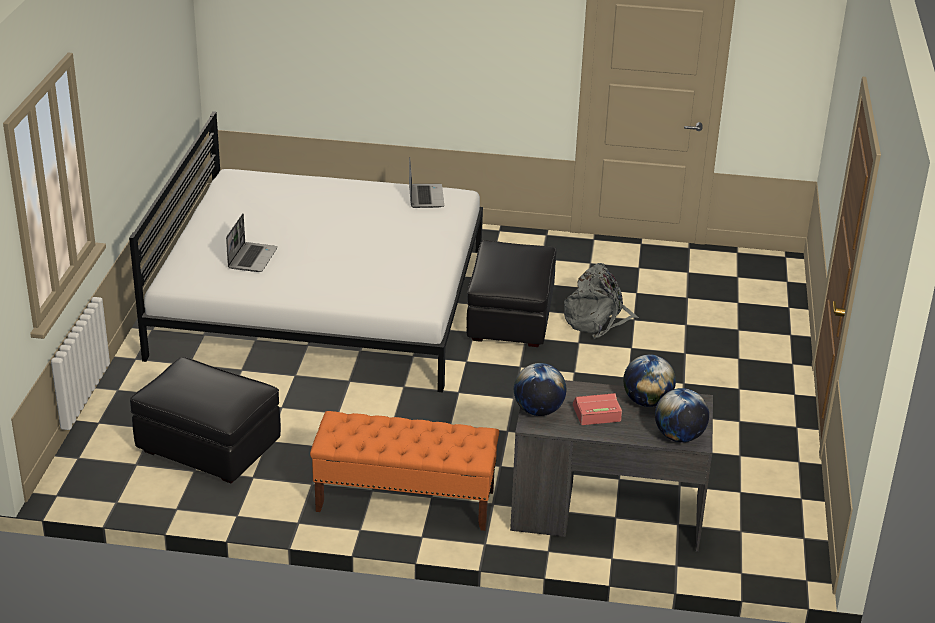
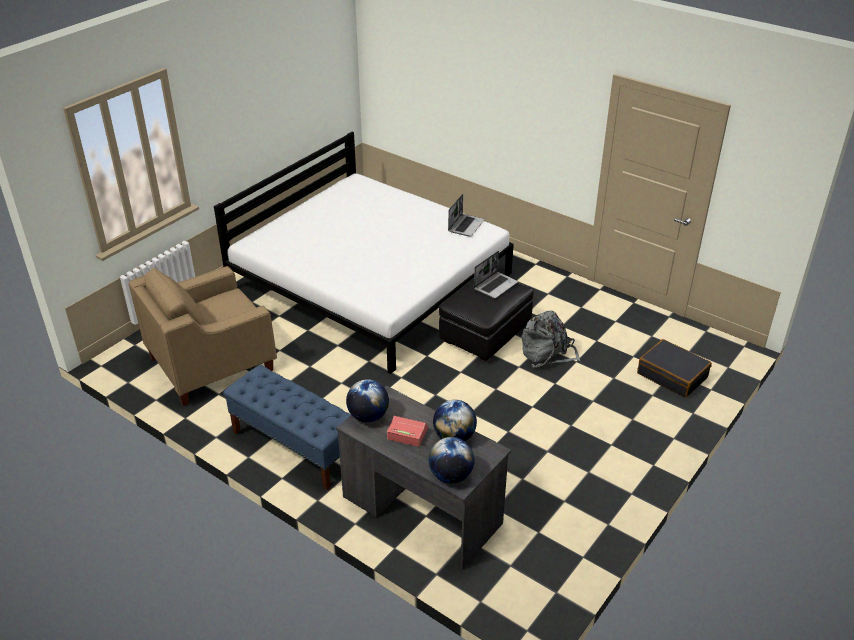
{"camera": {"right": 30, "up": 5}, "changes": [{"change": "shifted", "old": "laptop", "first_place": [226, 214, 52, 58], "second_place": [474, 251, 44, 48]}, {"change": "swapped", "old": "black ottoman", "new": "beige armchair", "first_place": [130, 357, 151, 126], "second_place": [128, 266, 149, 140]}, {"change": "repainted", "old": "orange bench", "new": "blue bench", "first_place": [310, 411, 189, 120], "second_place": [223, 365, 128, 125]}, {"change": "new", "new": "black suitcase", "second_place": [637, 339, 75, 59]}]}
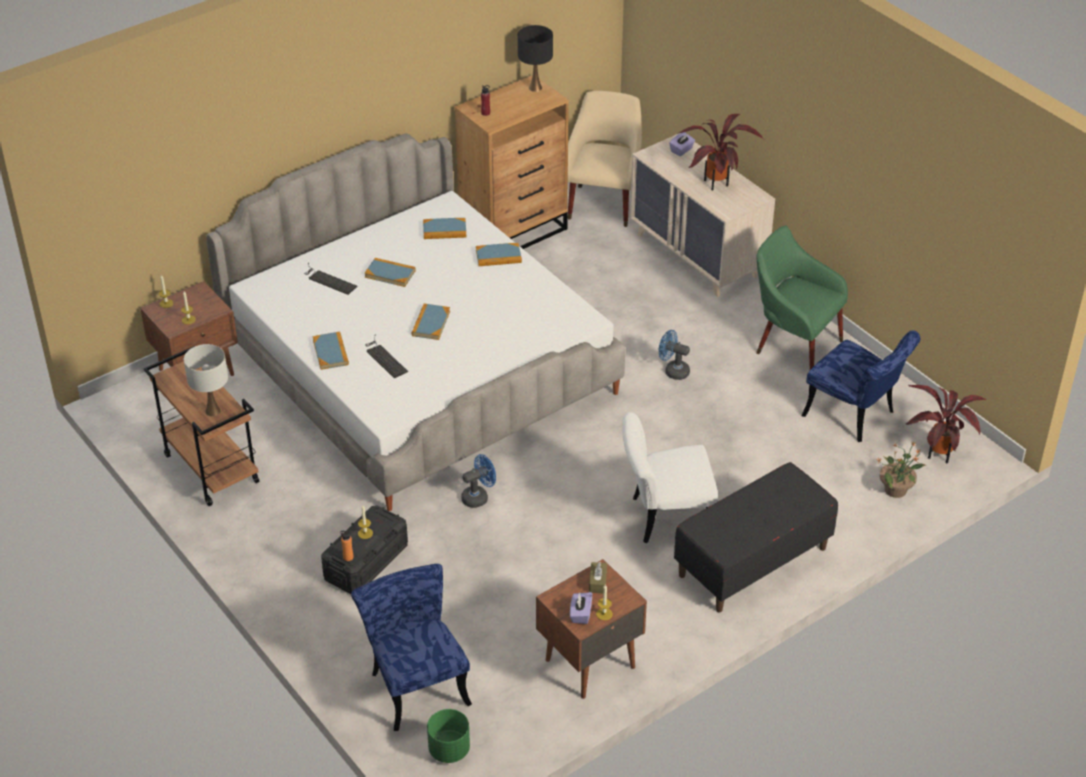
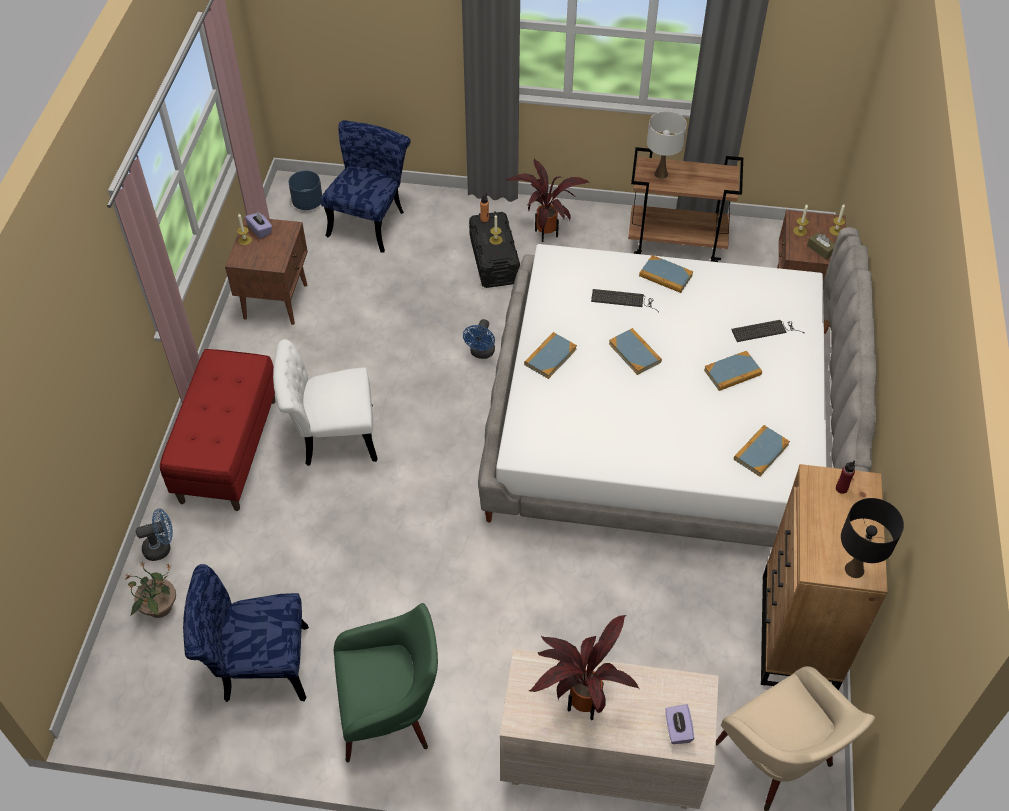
{"camera": {"right": 135, "up": 10}, "changes": [{"change": "shifted", "old": "book", "first_place": [476, 243, 46, 23], "second_place": [524, 332, 53, 47]}, {"change": "shifted", "old": "blue fan", "first_place": [659, 330, 31, 50], "second_place": [136, 508, 37, 53]}, {"change": "shifted", "old": "potted plant", "first_place": [905, 385, 81, 78], "second_place": [507, 158, 83, 84]}, {"change": "rotated", "old": "white chair", "first_place": [622, 412, 96, 131], "second_place": [273, 339, 105, 127], "degrees": -135}, {"change": "repainted", "old": "black bench", "new": "red bench", "first_place": [674, 462, 164, 150], "second_place": [160, 349, 115, 162]}, {"change": "shifted", "old": "brown tissue box", "first_place": [589, 562, 18, 31], "second_place": [807, 232, 28, 28]}, {"change": "rotated", "old": "blue chair", "first_place": [351, 564, 121, 167], "second_place": [321, 120, 90, 133], "degrees": -90}, {"change": "repainted", "old": "green planter", "new": "blue planter", "first_place": [427, 709, 43, 54], "second_place": [288, 171, 34, 39]}]}
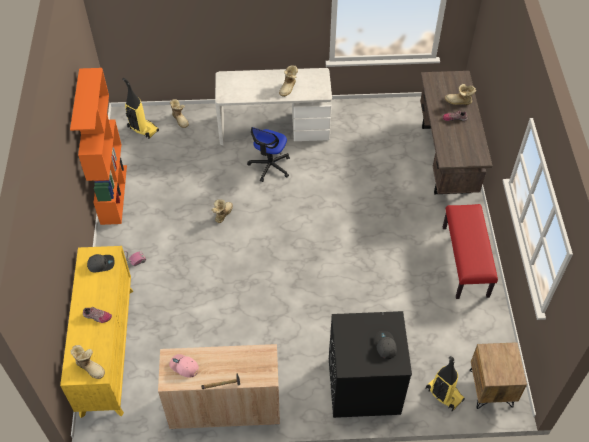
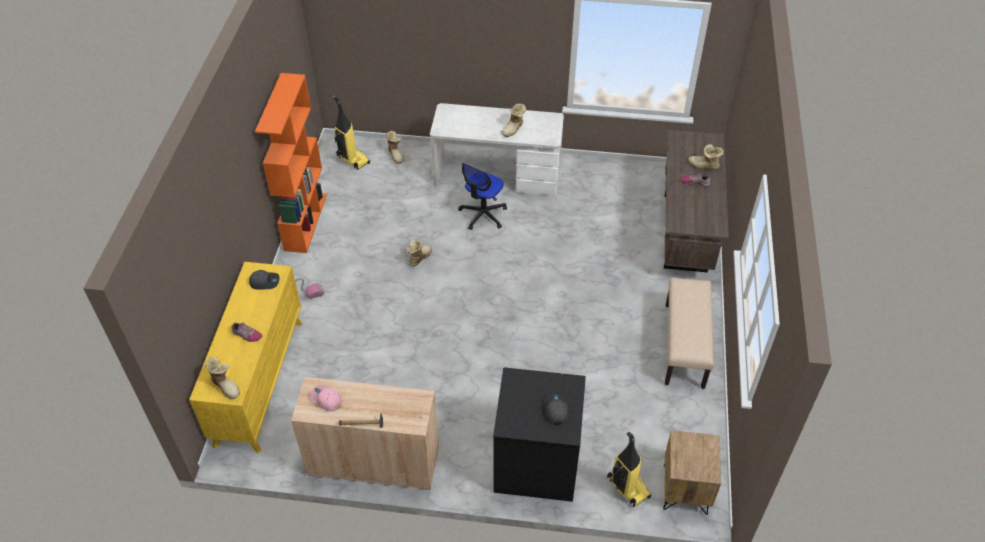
{"camera": {"right": 10, "up": -5}, "changes": [{"change": "repainted", "old": "red bench", "new": "beige bench", "first_place": [443, 204, 55, 95], "second_place": [665, 277, 49, 112]}]}
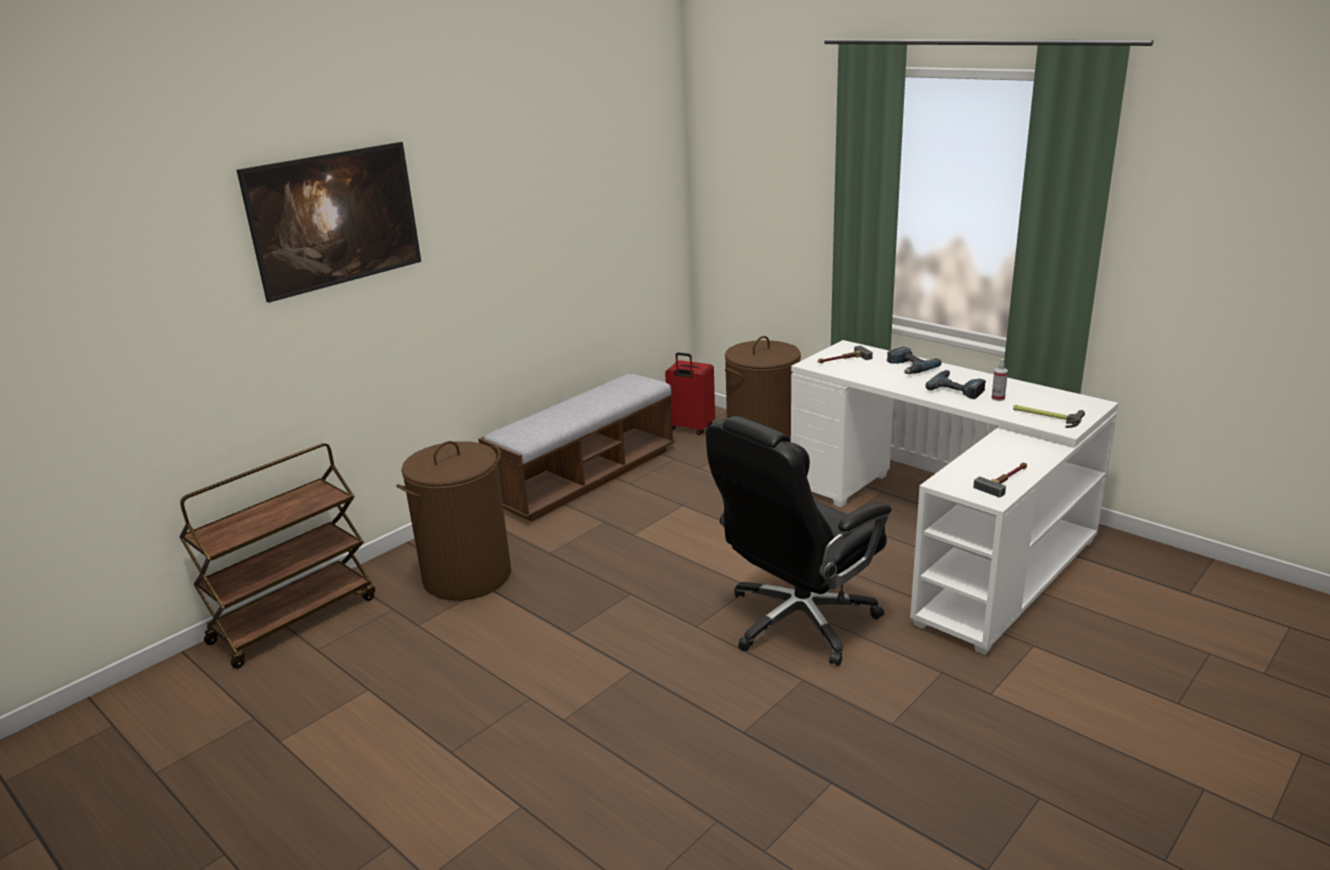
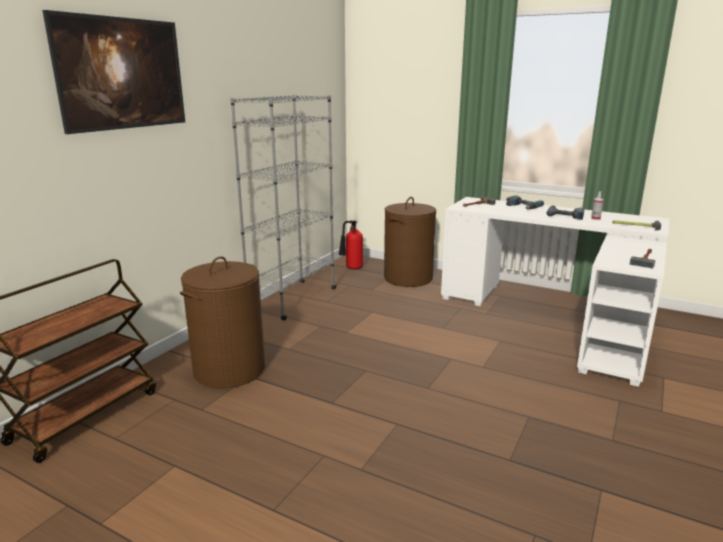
{"camera": {"right": -15, "up": -5}, "changes": [{"change": "swapped", "old": "red suitcase", "new": "fire extinguisher", "first_place": [665, 352, 50, 83], "second_place": [339, 220, 24, 49]}, {"change": "swapped", "old": "bench", "new": "grey bookcase", "first_place": [478, 373, 197, 149], "second_place": [230, 95, 106, 226]}, {"change": "gone", "old": "black office chair", "first_place": [706, 416, 186, 250]}]}
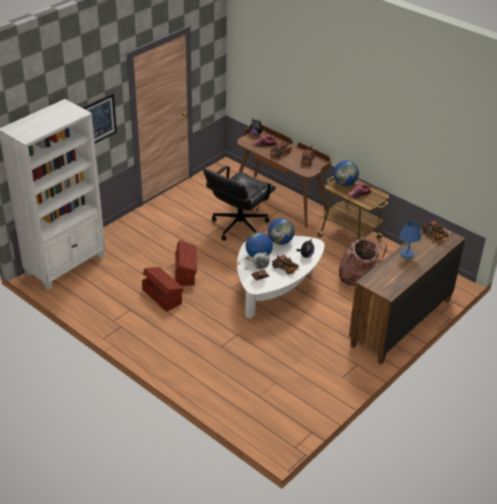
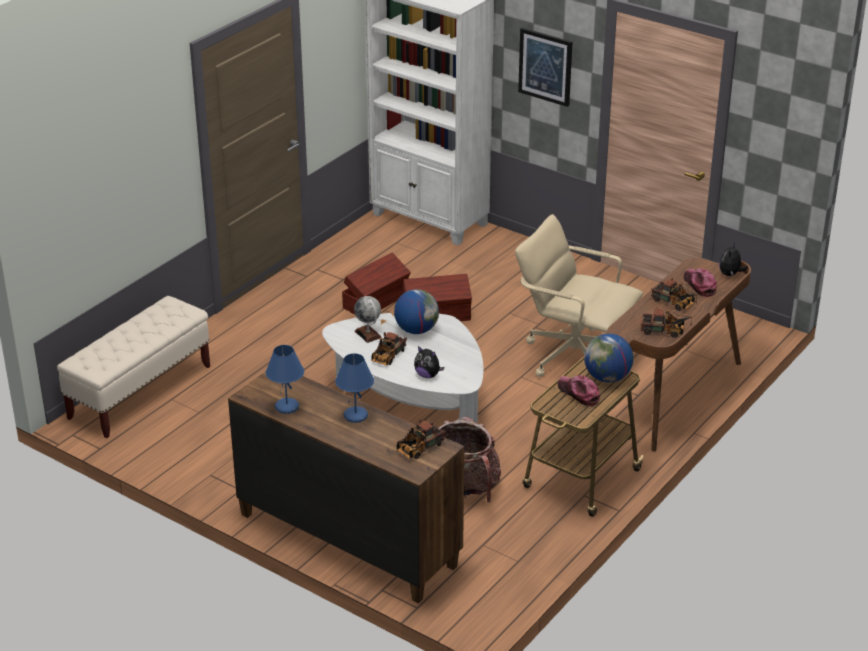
{"camera": {"right": 85, "up": -5}, "changes": [{"change": "repainted", "old": "black office chair", "new": "beige office chair", "first_place": [203, 166, 73, 75], "second_place": [515, 214, 128, 163]}, {"change": "gone", "old": "globe", "first_place": [268, 218, 27, 27]}, {"change": "new", "new": "beige bench", "second_place": [57, 296, 153, 142]}, {"change": "new", "new": "blue table lamp", "second_place": [266, 345, 38, 69]}]}
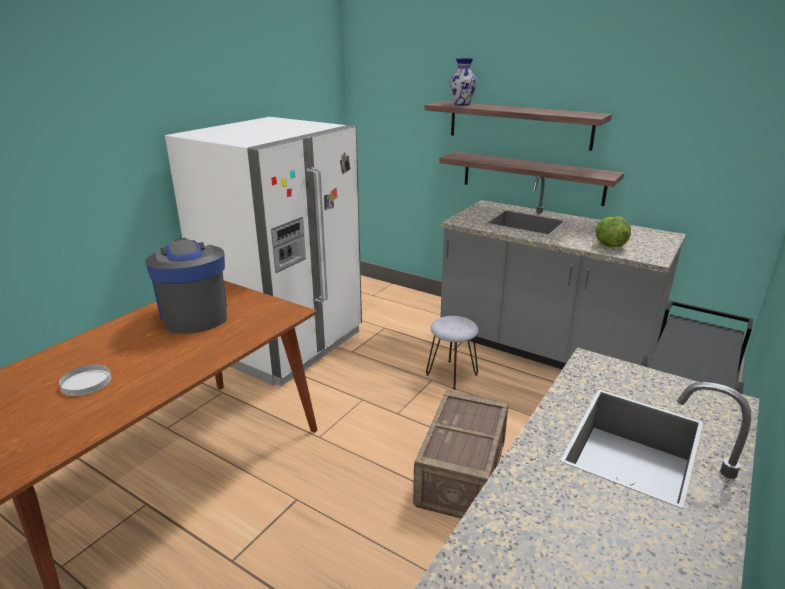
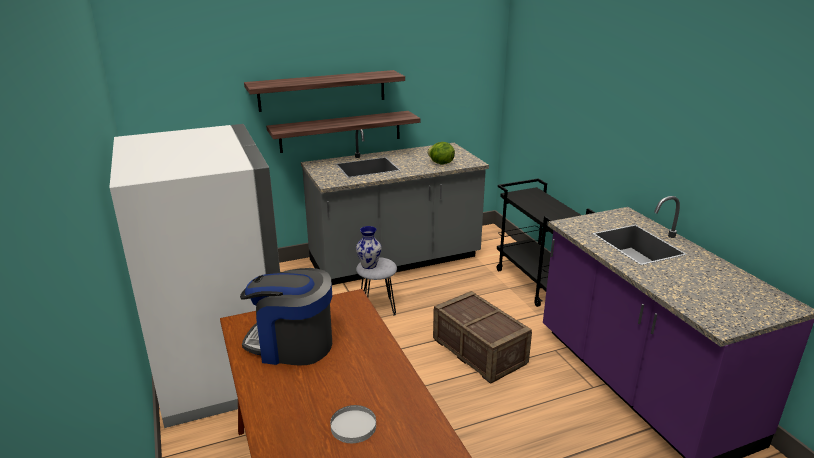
{"camera": {"right": -55, "up": 0}, "changes": [{"change": "shifted", "old": "vase", "first_place": [450, 58, 27, 47], "second_place": [356, 226, 26, 43]}]}
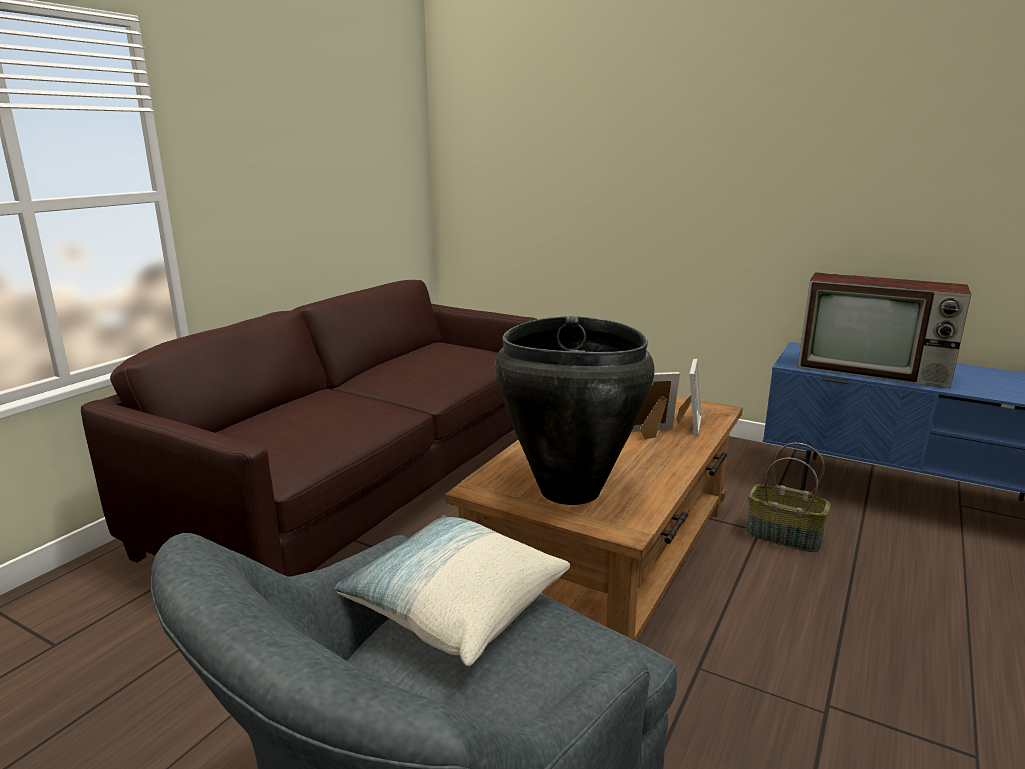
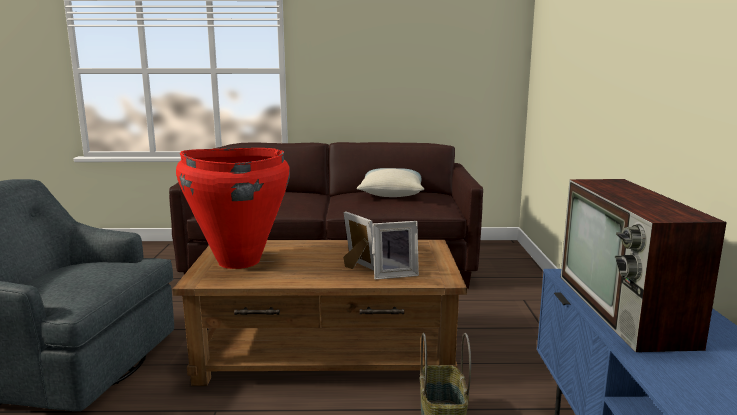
{"camera": {"right": 60, "up": -5}, "changes": [{"change": "repainted", "old": "black vase", "new": "red vase", "first_place": [495, 316, 160, 189], "second_place": [176, 148, 114, 121]}, {"change": "shifted", "old": "pillow", "first_place": [335, 515, 235, 151], "second_place": [357, 168, 67, 29]}]}
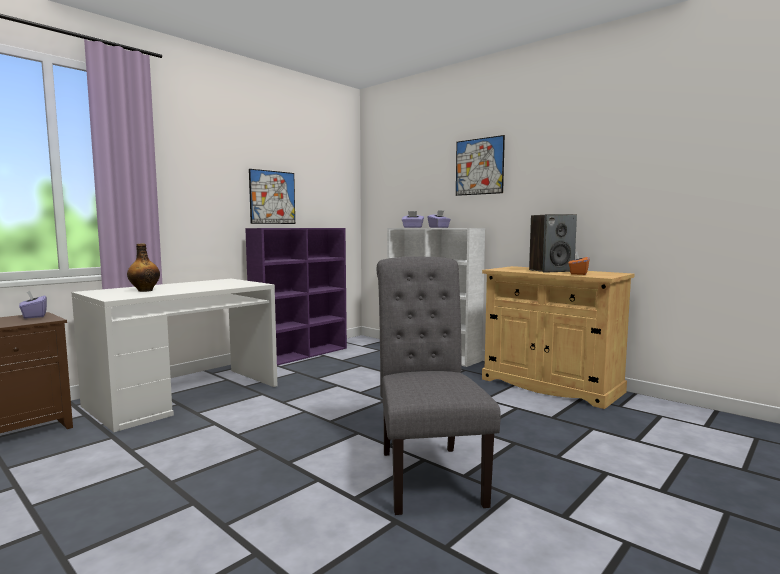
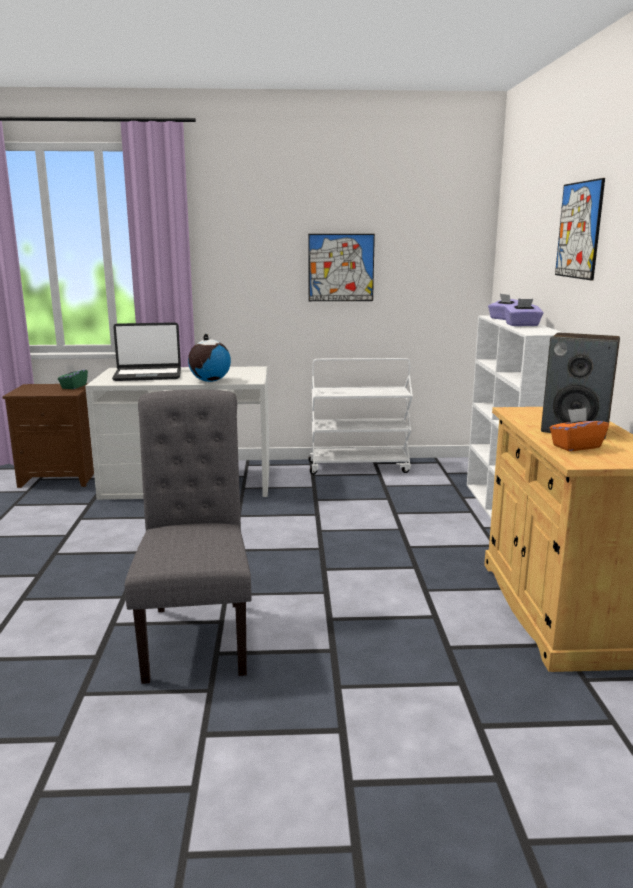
{"camera": {"right": 45, "up": 10}, "changes": [{"change": "swapped", "old": "purple bookcase", "new": "white cart", "first_place": [245, 228, 102, 137], "second_place": [308, 358, 105, 116]}, {"change": "swapped", "old": "bottle", "new": "laptop", "first_place": [127, 243, 33, 49], "second_place": [112, 322, 69, 59]}, {"change": "rotated", "old": "grey chair", "first_place": [377, 257, 123, 258], "second_place": [125, 389, 127, 295], "degrees": -45}, {"change": "repainted", "old": "purple tissue box", "new": "green tissue box", "first_place": [19, 290, 28, 29], "second_place": [58, 364, 30, 25]}, {"change": "new", "new": "globe", "second_place": [188, 334, 43, 48]}]}
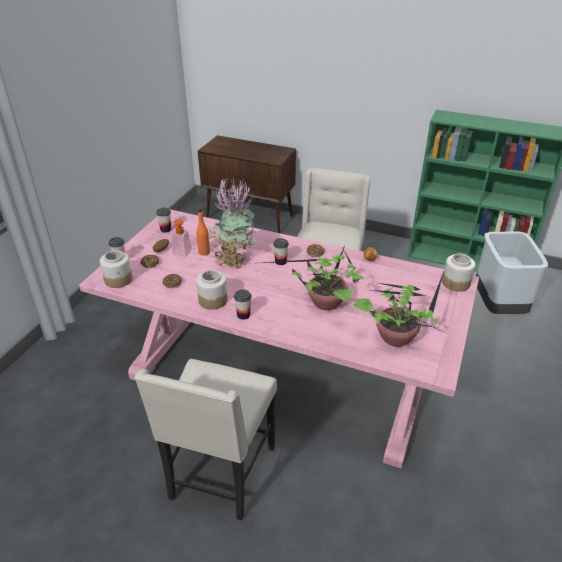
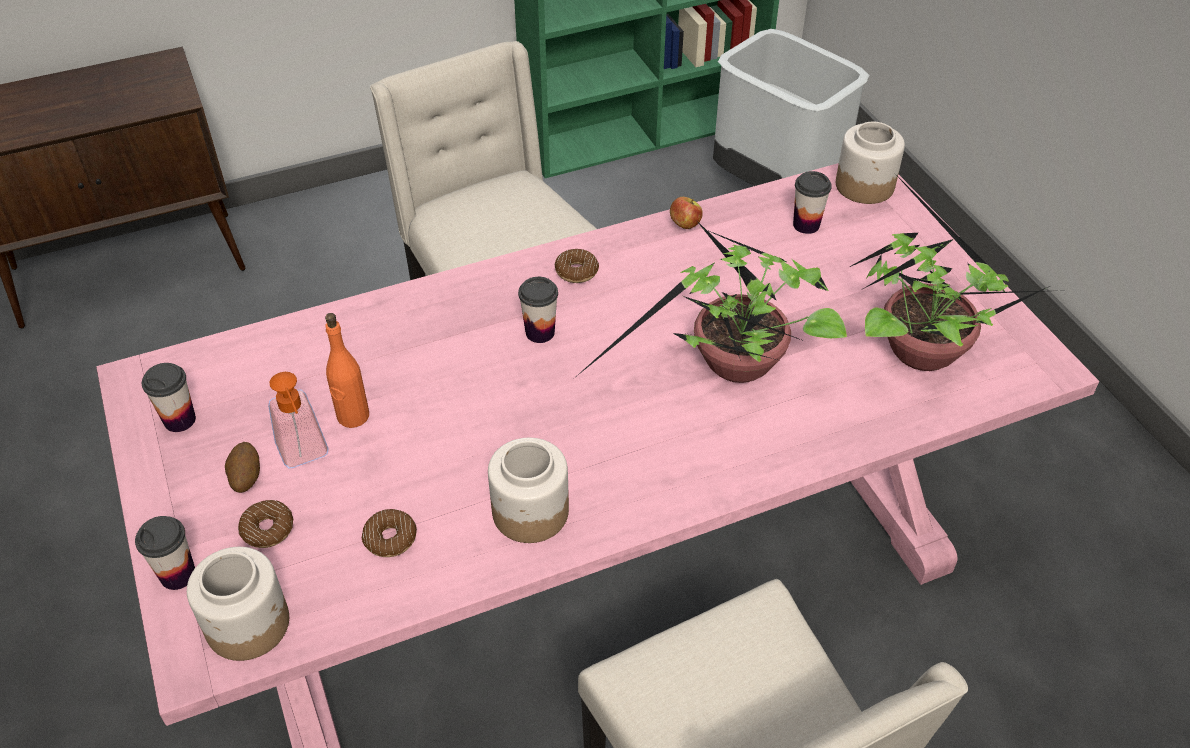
{"camera": {"right": -45, "up": 10}, "changes": [{"change": "gone", "old": "potted plant", "first_place": [208, 177, 50, 92]}, {"change": "shifted", "old": "cup", "first_place": [234, 289, 18, 31], "second_place": [793, 171, 39, 63]}]}
